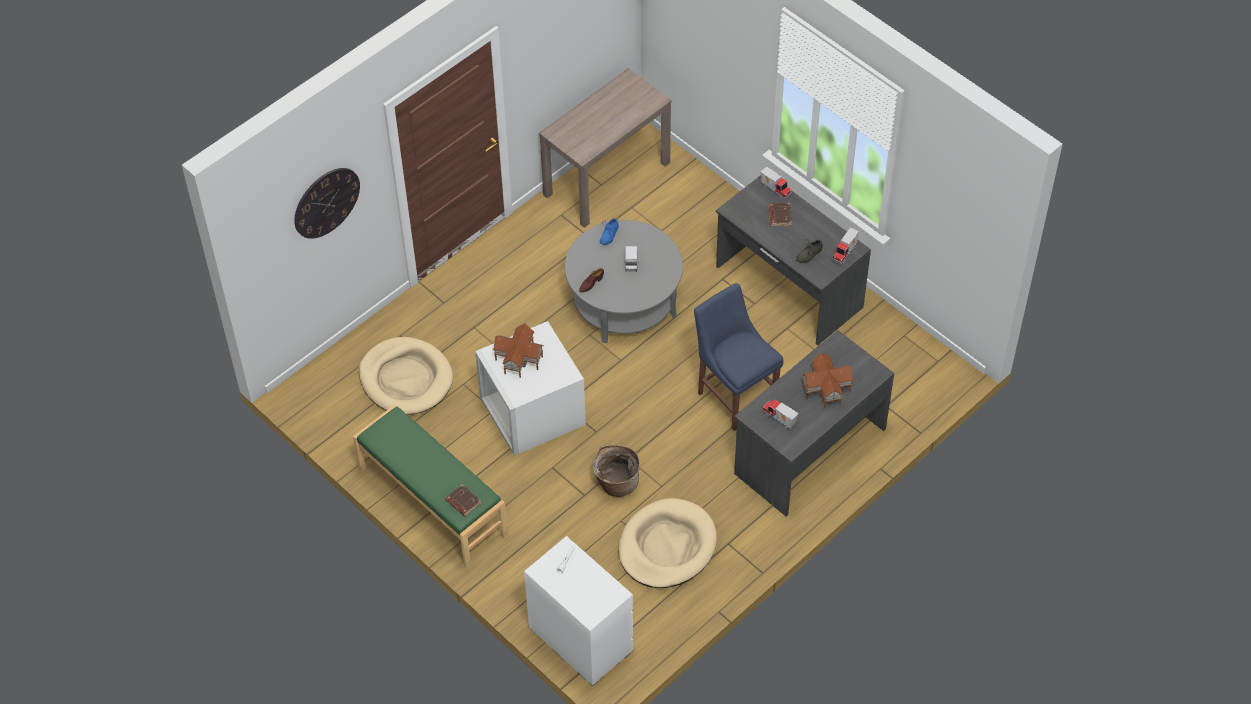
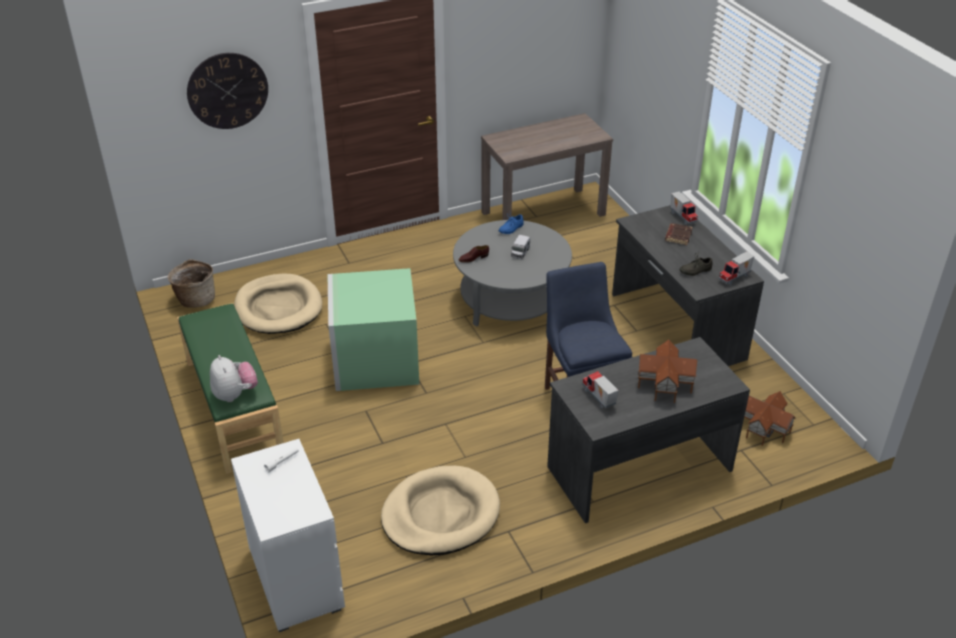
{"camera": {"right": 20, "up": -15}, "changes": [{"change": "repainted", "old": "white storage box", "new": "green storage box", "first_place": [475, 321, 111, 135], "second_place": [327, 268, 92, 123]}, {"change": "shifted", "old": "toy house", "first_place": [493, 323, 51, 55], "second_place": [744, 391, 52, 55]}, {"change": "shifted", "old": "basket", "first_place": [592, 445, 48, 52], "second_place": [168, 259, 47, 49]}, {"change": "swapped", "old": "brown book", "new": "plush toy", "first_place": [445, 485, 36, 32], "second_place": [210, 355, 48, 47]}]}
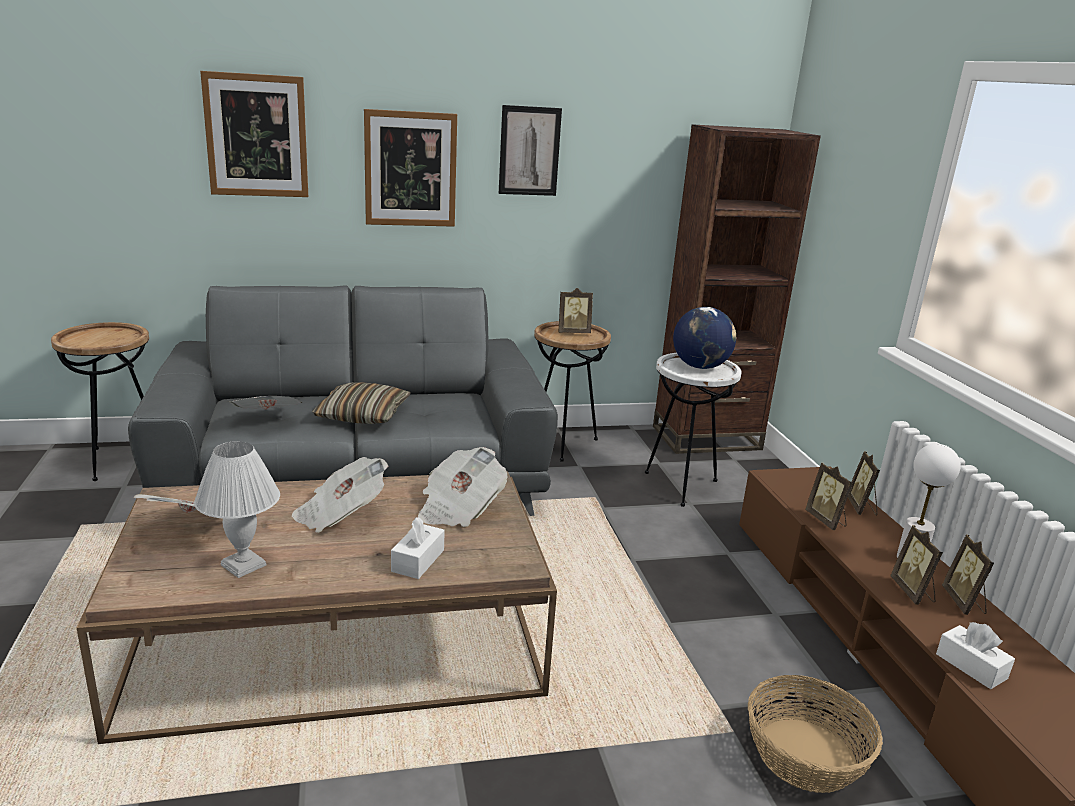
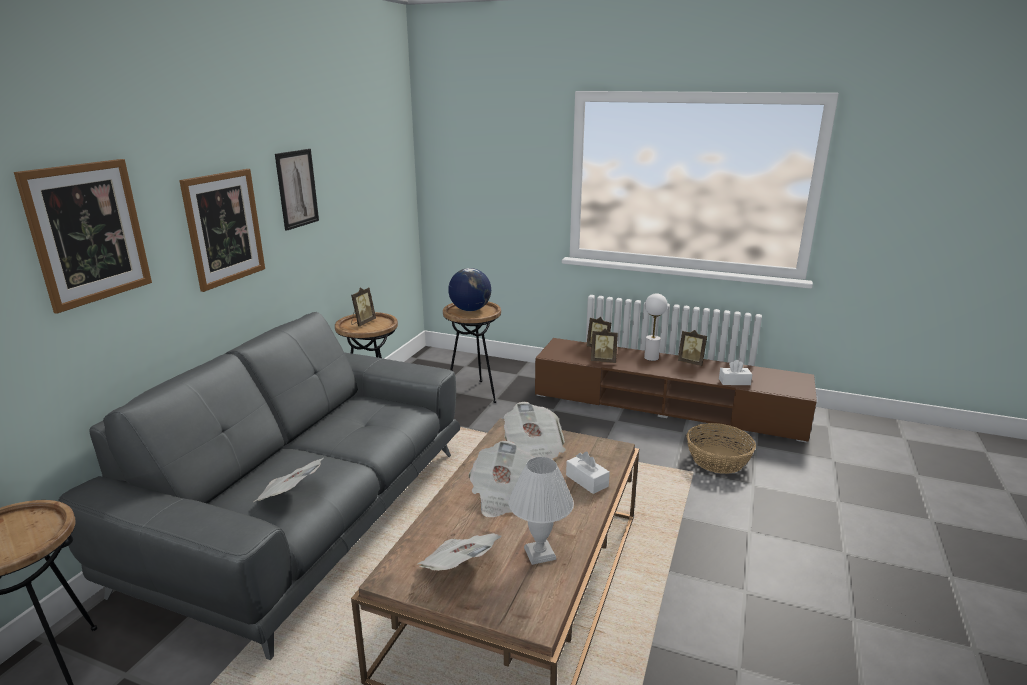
{"camera": {"right": -55, "up": 0}, "changes": [{"change": "gone", "old": "brown bookcase", "first_place": [653, 124, 168, 330]}, {"change": "repainted", "old": "white side table", "new": "brown side table", "first_place": [645, 353, 97, 154], "second_place": [443, 301, 58, 102]}, {"change": "gone", "old": "pillow", "first_place": [312, 382, 99, 42]}, {"change": "gone", "old": "picture frame", "first_place": [890, 525, 53, 80]}]}
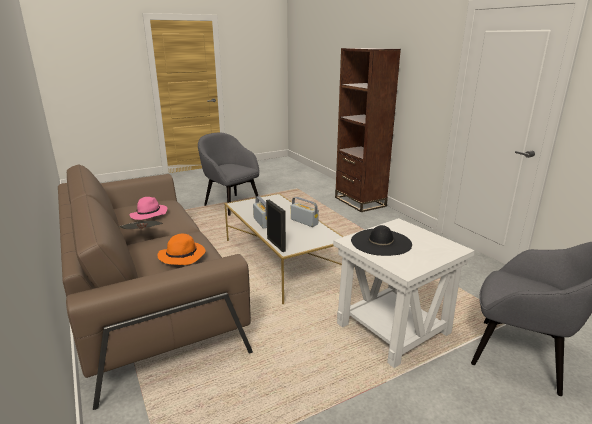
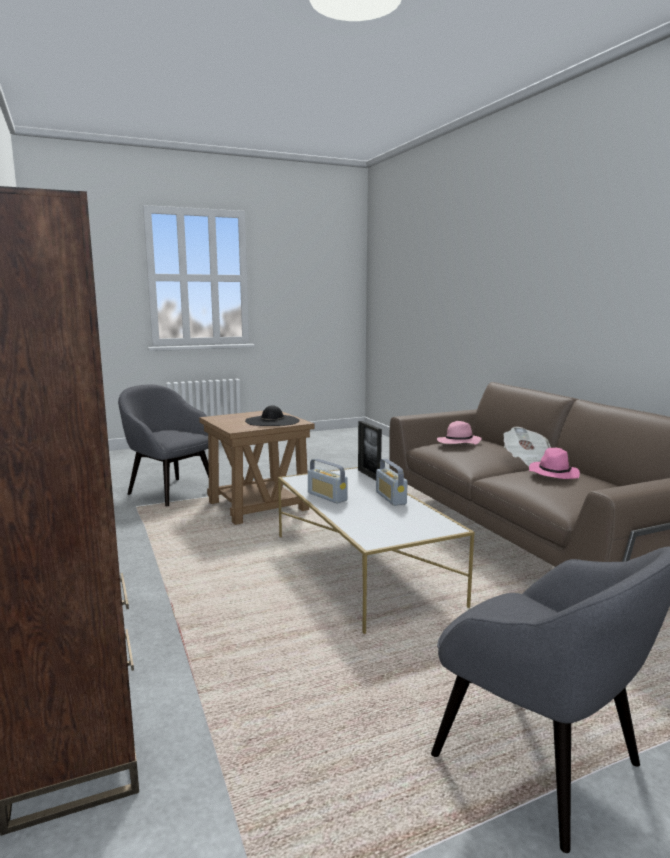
{"camera": {"right": -175, "up": -10}, "changes": [{"change": "repainted", "old": "white side table", "new": "brown side table", "first_place": [333, 218, 142, 150], "second_place": [199, 411, 116, 114]}, {"change": "repainted", "old": "orange hat", "new": "pink hat", "first_place": [158, 234, 48, 31], "second_place": [437, 421, 45, 24]}]}
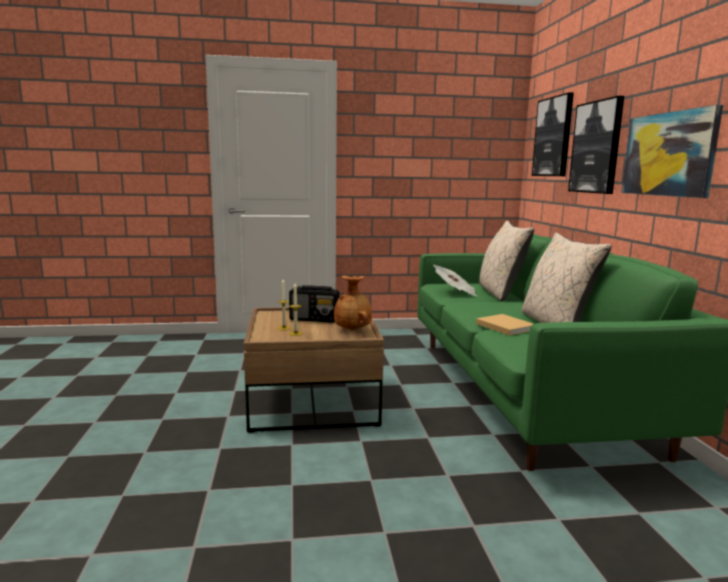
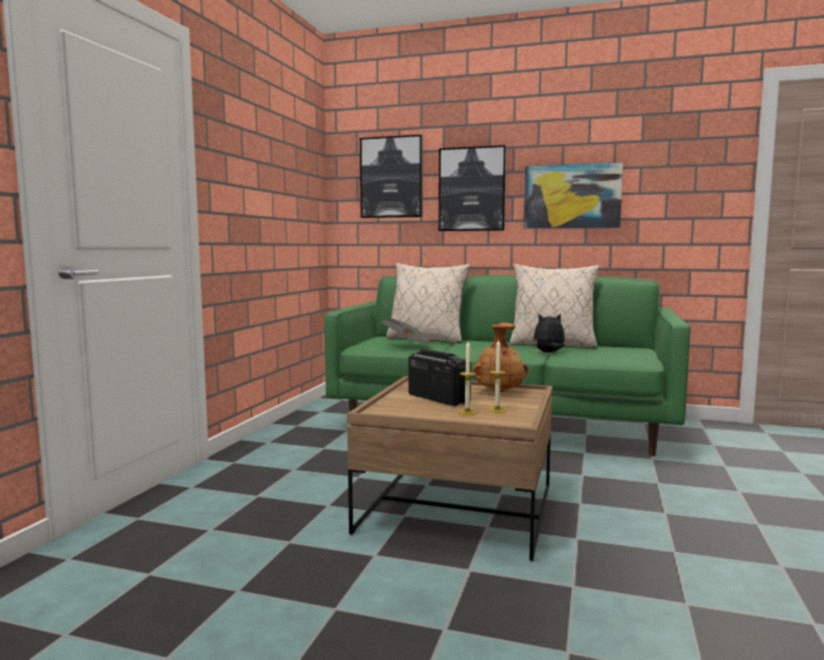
{"camera": {"right": -65, "up": -5}, "changes": [{"change": "rotated", "old": "radio", "first_place": [289, 285, 50, 38], "second_place": [408, 349, 63, 57], "degrees": -75}, {"change": "swapped", "old": "beige book", "new": "plush toy", "first_place": [476, 314, 57, 22], "second_place": [534, 313, 31, 40]}]}
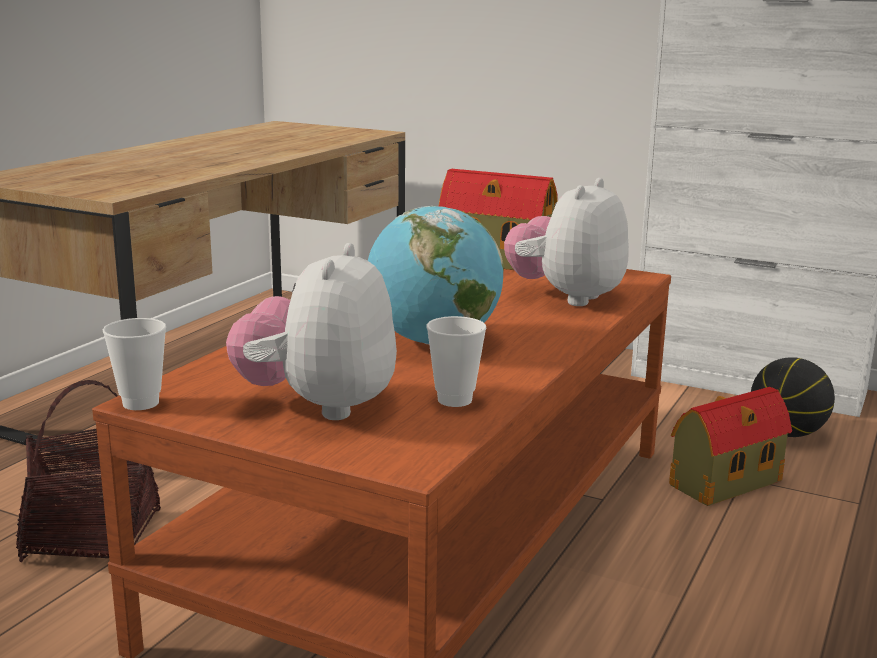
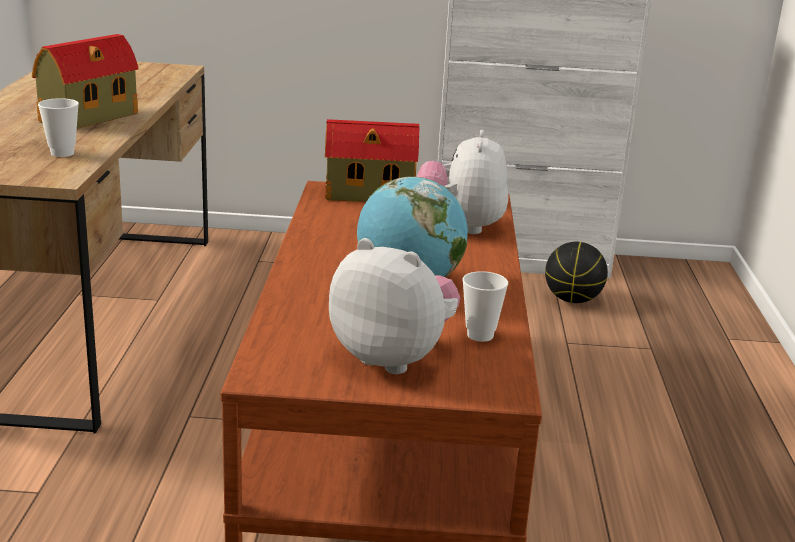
{"camera": {"right": -25, "up": 5}, "changes": [{"change": "rotated", "old": "plush toy", "first_place": [226, 243, 171, 177], "second_place": [329, 238, 131, 136], "degrees": 135}, {"change": "shifted", "old": "cup", "first_place": [103, 318, 63, 92], "second_place": [38, 98, 41, 59]}, {"change": "gone", "old": "basket", "first_place": [16, 380, 145, 182]}, {"change": "shifted", "old": "toy house", "first_place": [669, 387, 123, 119], "second_place": [32, 34, 106, 95]}]}
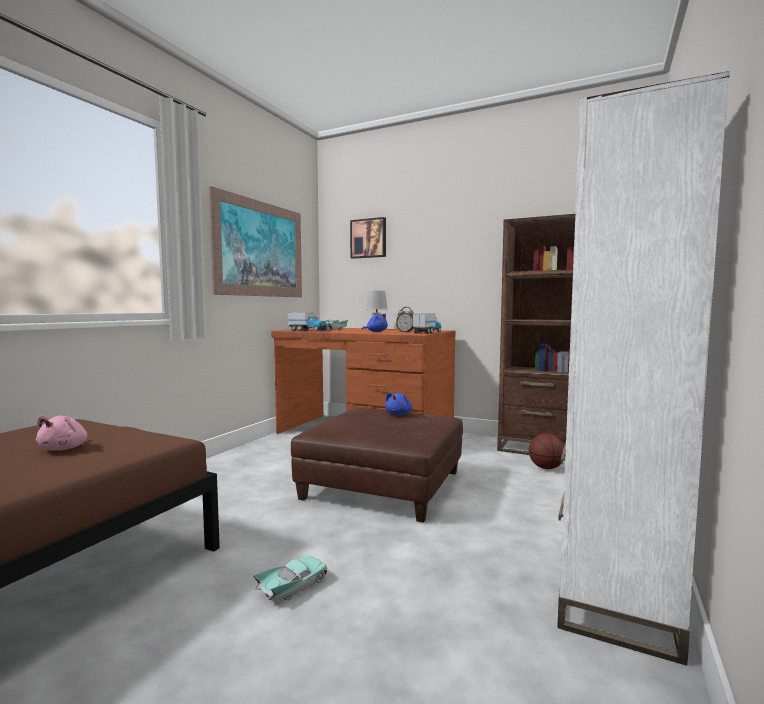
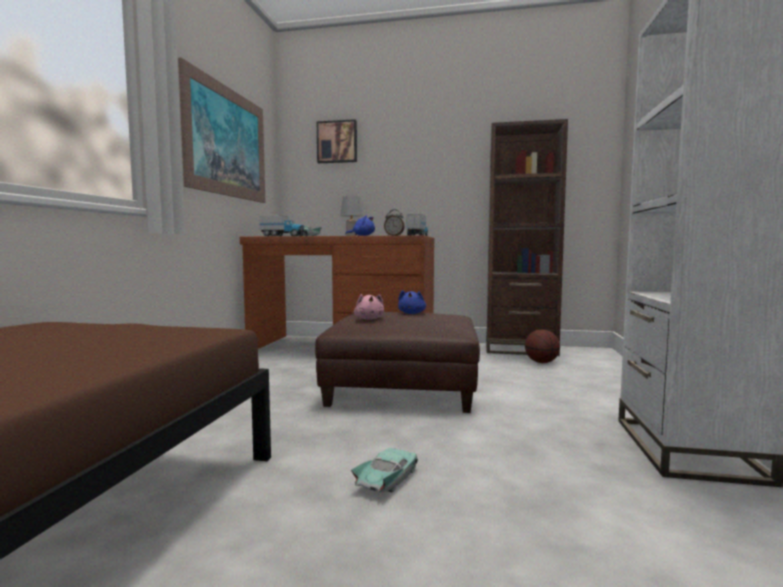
{"camera": {"right": -15, "up": 0}, "changes": [{"change": "shifted", "old": "pink plush toy", "first_place": [36, 415, 51, 36], "second_place": [354, 294, 30, 26]}]}
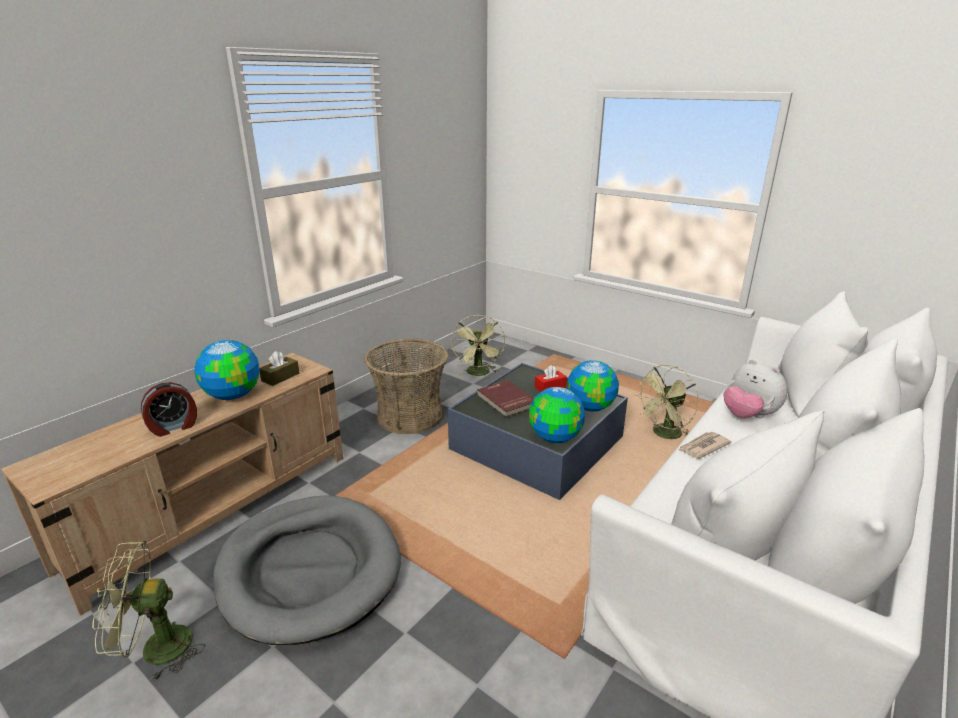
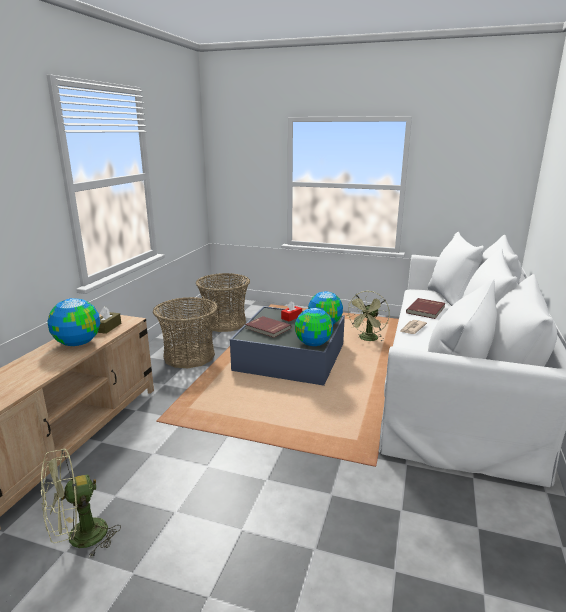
{"camera": {"right": -20, "up": -5}, "changes": [{"change": "swapped", "old": "green fan", "new": "basket", "first_place": [451, 315, 54, 61], "second_place": [196, 273, 54, 59]}, {"change": "swapped", "old": "plush toy", "new": "red book", "first_place": [724, 359, 64, 59], "second_place": [406, 298, 39, 21]}, {"change": "gone", "old": "alarm clock", "first_place": [141, 382, 56, 55]}, {"change": "gone", "old": "grey dog bed", "first_place": [213, 496, 188, 149]}]}
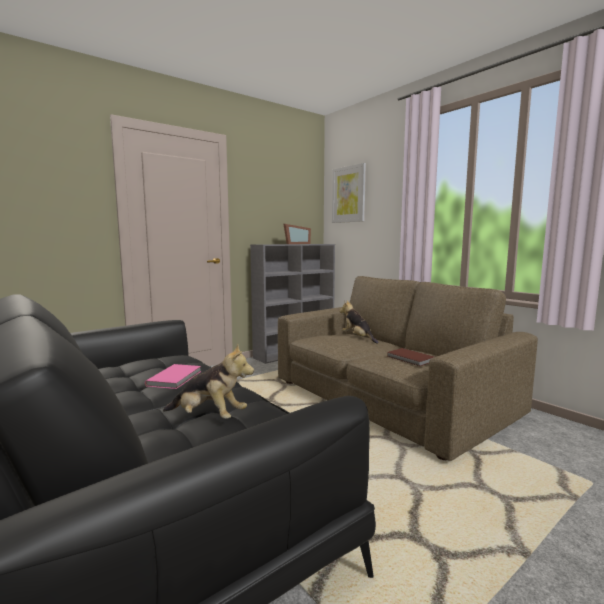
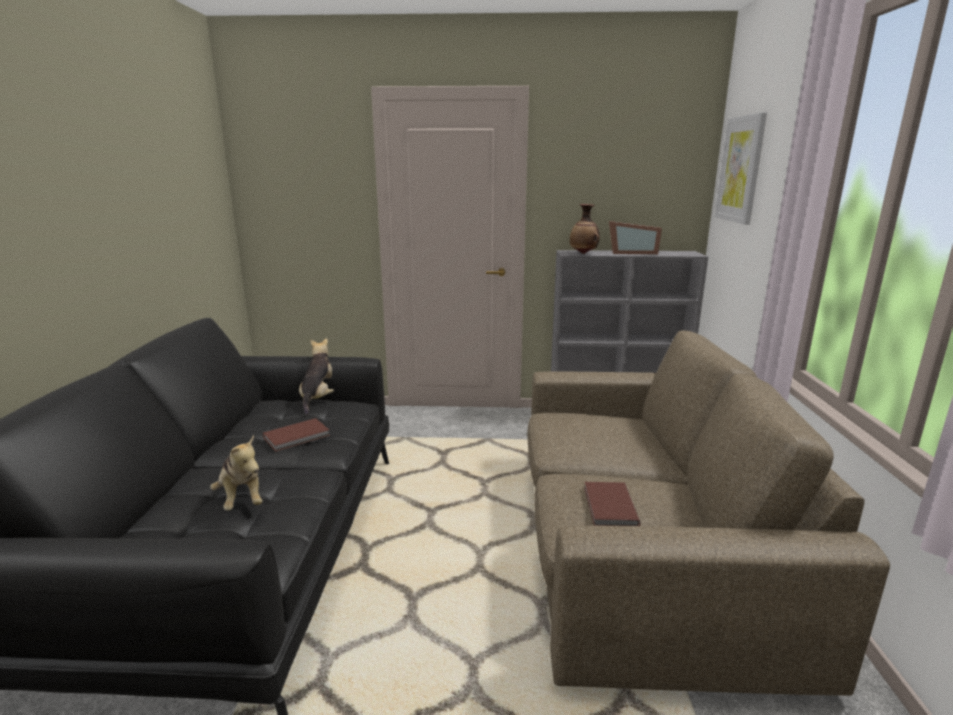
{"camera": {"right": 40, "up": 10}, "changes": [{"change": "shifted", "old": "plush toy", "first_place": [339, 300, 40, 44], "second_place": [299, 338, 35, 77]}, {"change": "repainted", "old": "pink book", "new": "brown book", "first_place": [145, 364, 56, 25], "second_place": [263, 418, 67, 34]}, {"change": "new", "new": "vase", "second_place": [570, 204, 30, 50]}]}
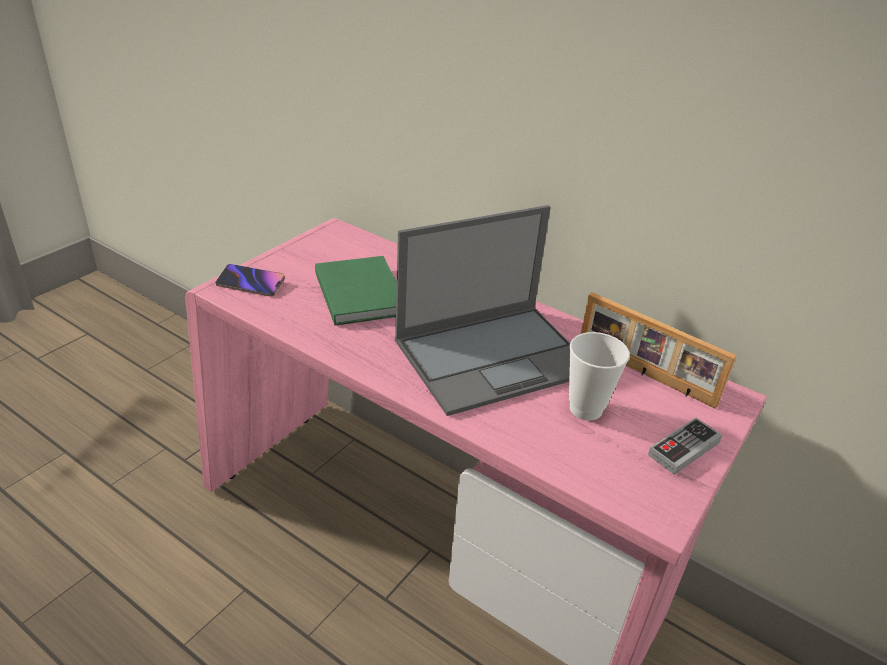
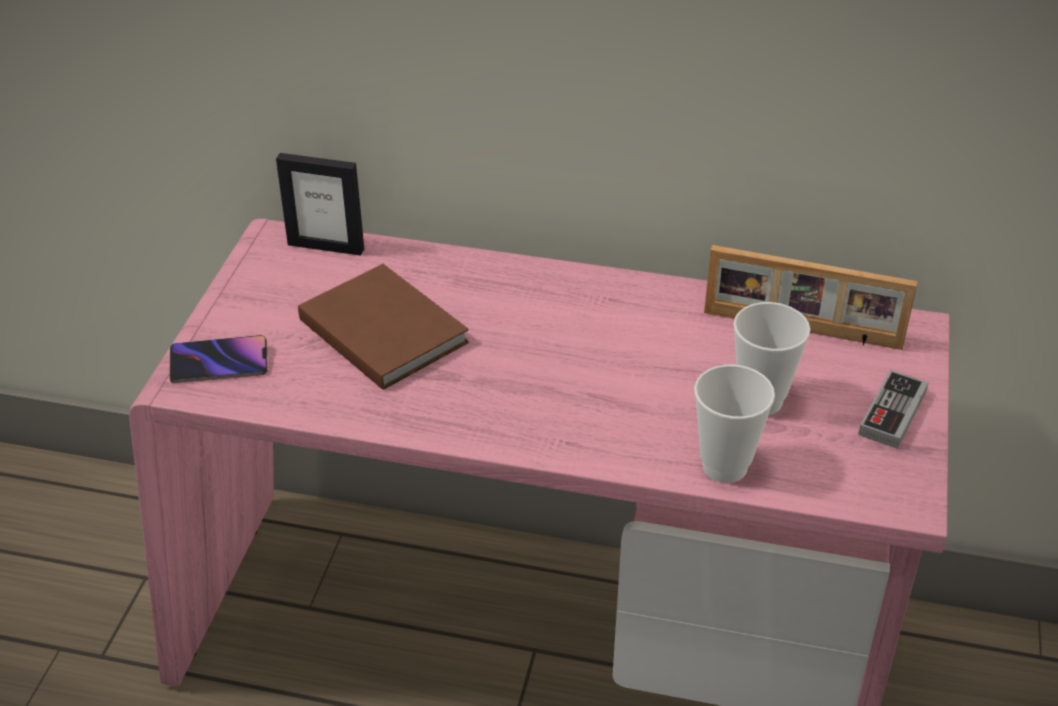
{"camera": {"right": -20, "up": 5}, "changes": [{"change": "gone", "old": "laptop", "first_place": [395, 205, 175, 211]}, {"change": "repainted", "old": "green book", "new": "brown book", "first_place": [315, 256, 82, 70], "second_place": [298, 264, 171, 126]}, {"change": "new", "new": "picture frame", "second_place": [276, 153, 88, 103]}, {"change": "new", "new": "cup", "second_place": [694, 364, 81, 119]}]}
